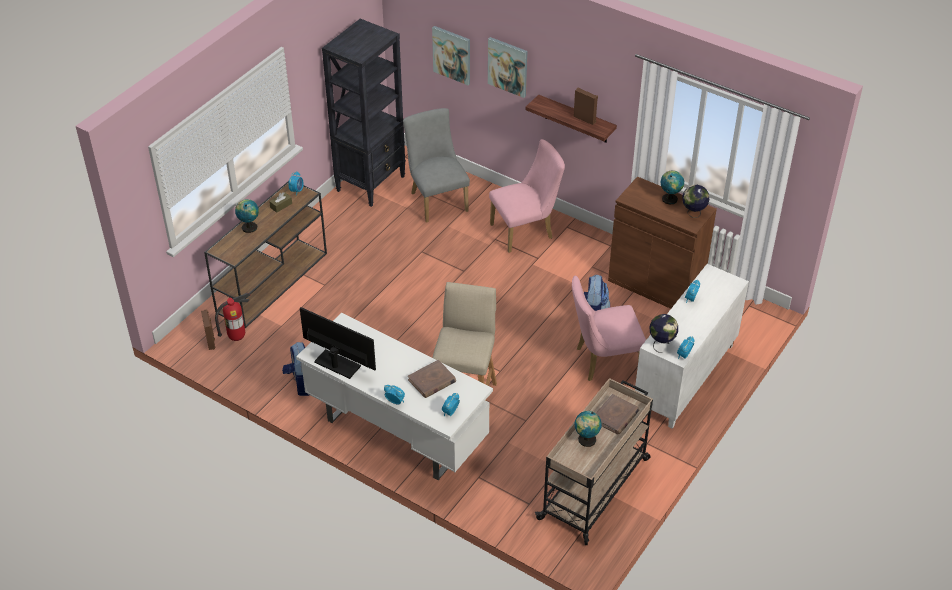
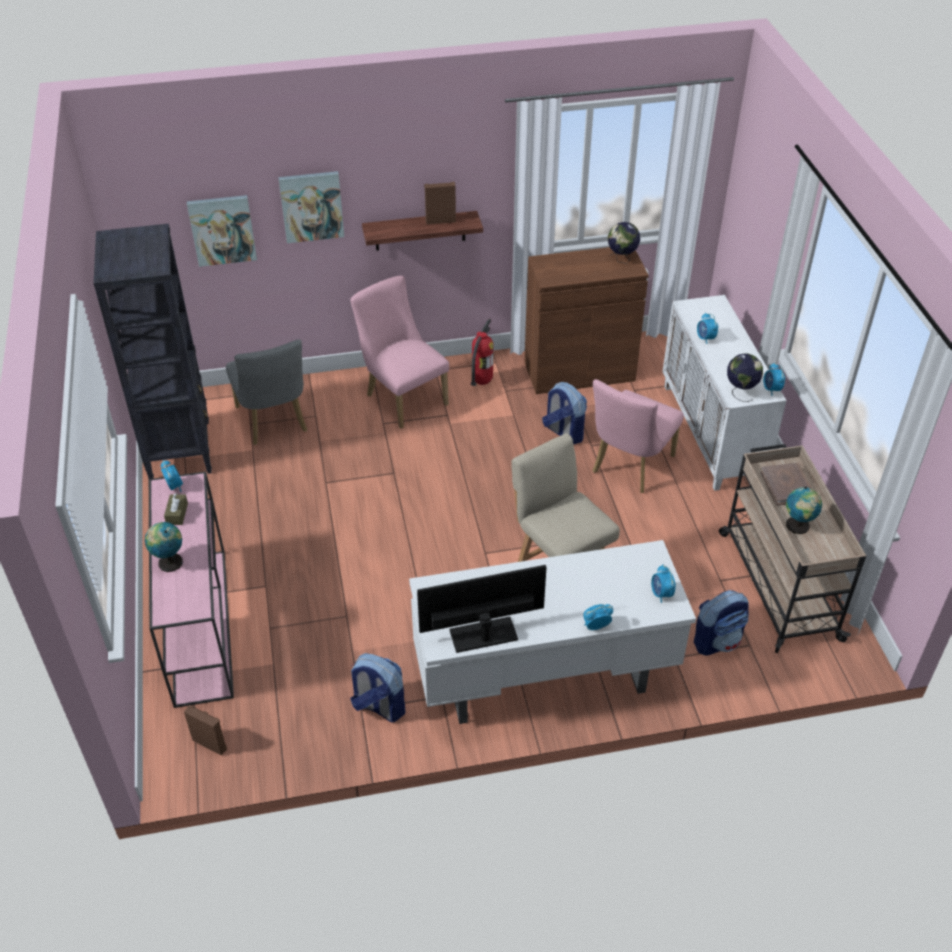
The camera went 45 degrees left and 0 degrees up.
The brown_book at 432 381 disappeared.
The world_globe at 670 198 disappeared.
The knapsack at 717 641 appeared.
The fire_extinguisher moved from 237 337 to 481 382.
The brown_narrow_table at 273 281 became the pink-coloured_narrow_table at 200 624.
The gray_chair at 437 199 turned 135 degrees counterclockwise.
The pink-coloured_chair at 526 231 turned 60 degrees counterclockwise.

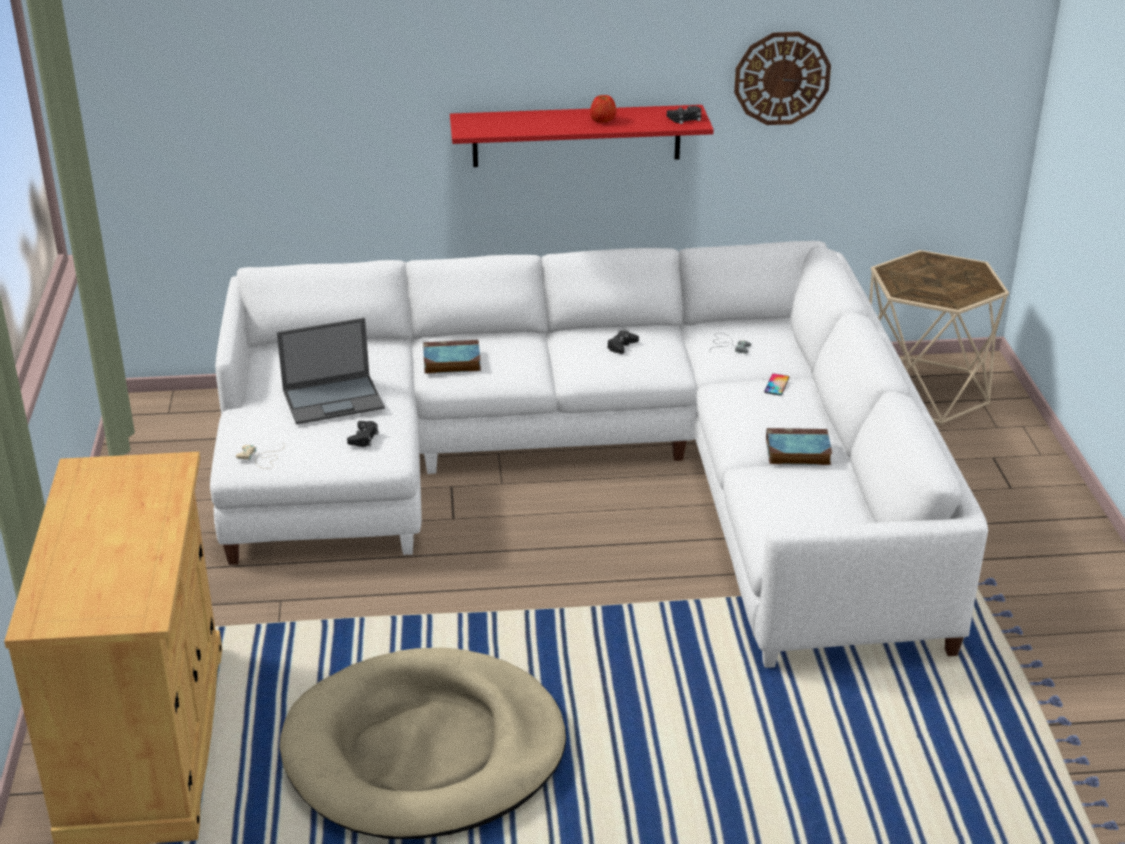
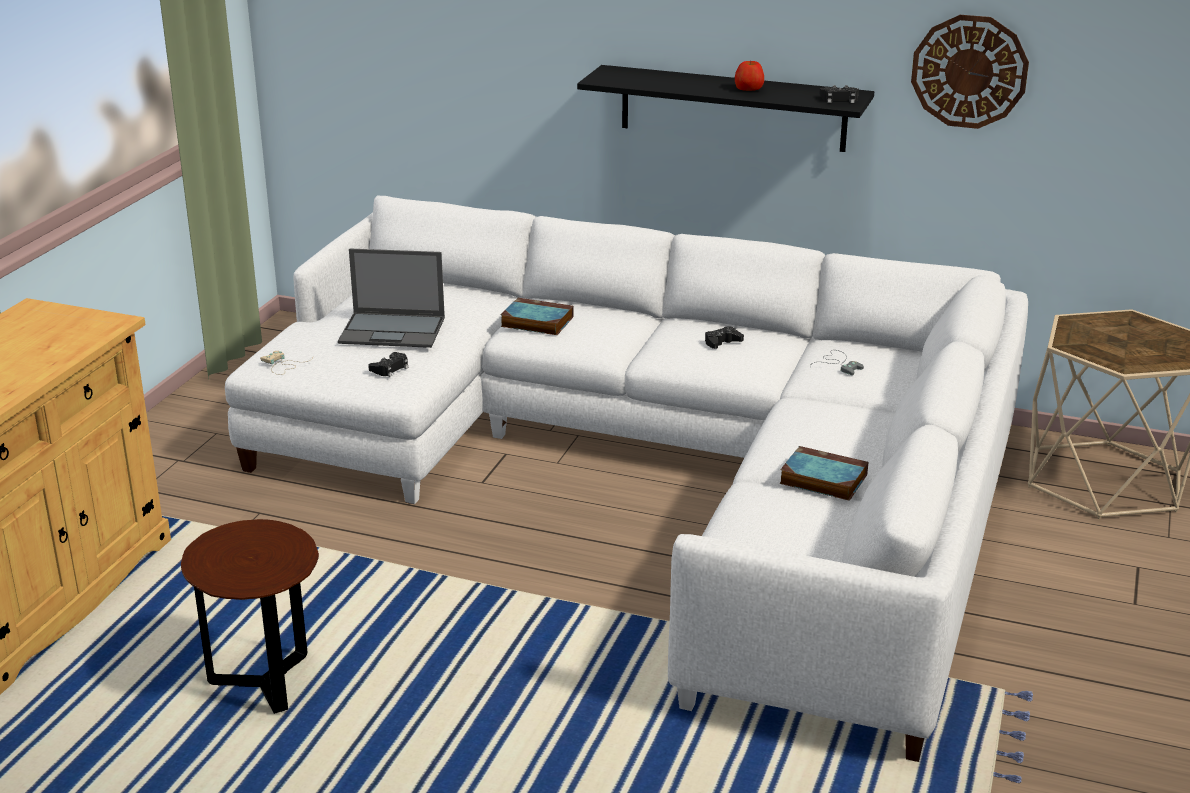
The camera went 25 degrees right and 5 degrees down.
The handset at 776 385 disappeared.
The beige-coloured_dog_bed at 424 751 was replaced by the brown_accent_table at 265 684.
The red-coloured_wall_shelf at 576 135 became the blackish_wall_shelf at 732 108.

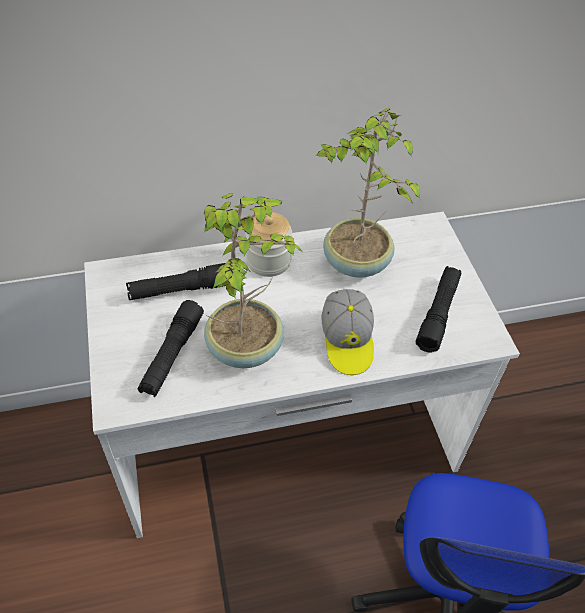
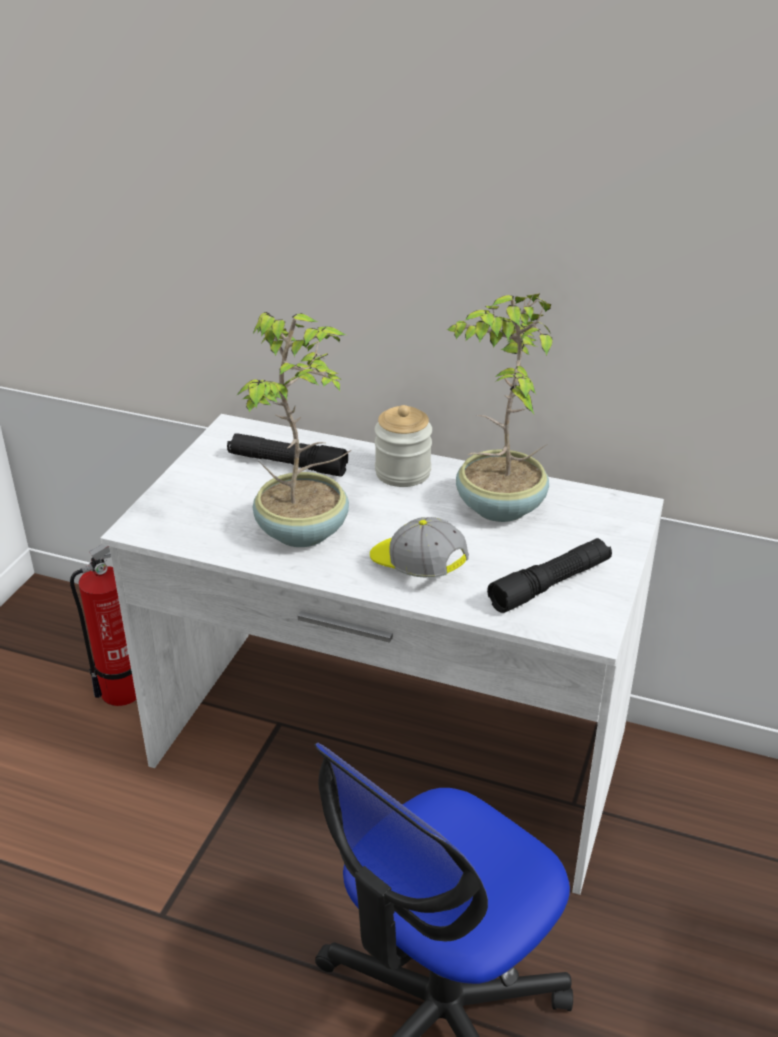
The camera went 35 degrees right and 15 degrees down.
The blackish_torch at 172 355 disappeared.
The fire_extinguisher at 127 688 appeared.
The cap at 347 340 turned 105 degrees clockwise.

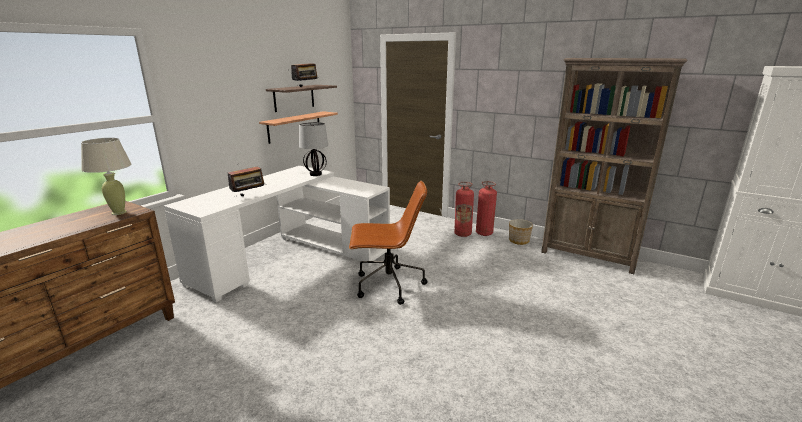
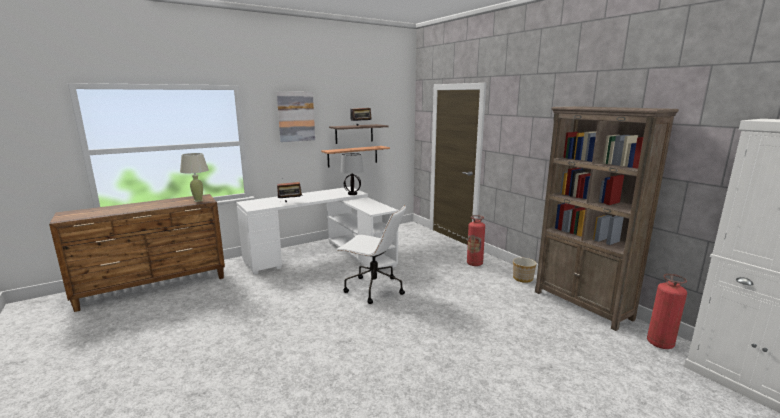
The camera went 25 degrees right and 5 degrees down.
The wall_picture at 296 116 appeared.
The fire_extinguisher moved from 484 233 to 660 343.
The brown_desk_chair at 387 285 became the whitish_desk_chair at 373 289.

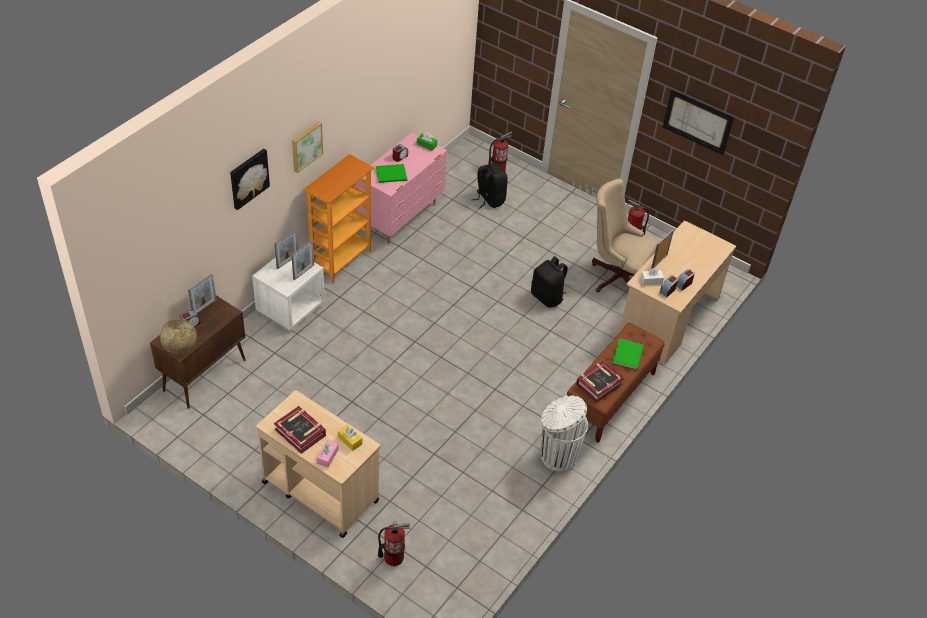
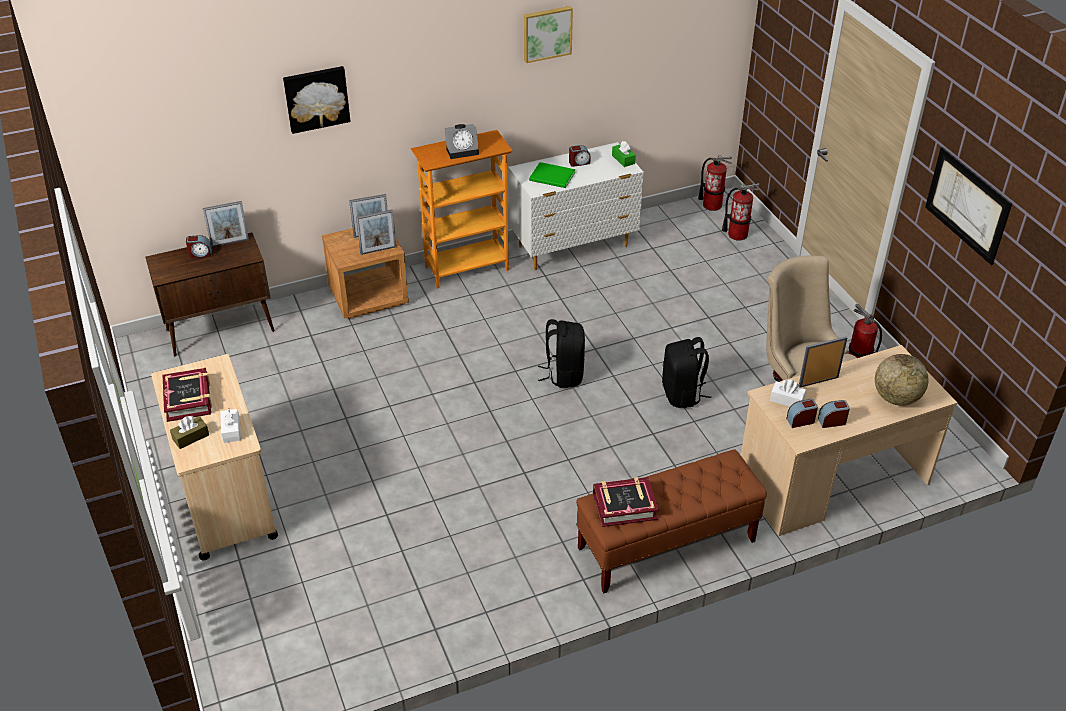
The camera went 35 degrees right and 5 degrees down.
The whitish_trash_can at 557 456 disappeared.
The green_book at 629 354 disappeared.
The alarm_clock at 463 150 appeared.
The world_globe moved from 180 348 to 896 398.
The wall_picture moved from 306 146 to 547 33.
The fire_extinguisher moved from 393 557 to 712 205.
The blackish_knapsack moved from 489 199 to 564 374.
The whitish_night_table at 290 307 became the brown_night_table at 369 296.
The pink-coloured_tissue_box at 327 456 became the brown_tissue_box at 191 437.
The yellowish_tissue_box at 350 440 became the whitish_tissue_box at 231 430.
The pink-coloured_drawer_chest at 401 217 became the whitish_drawer_chest at 574 247.

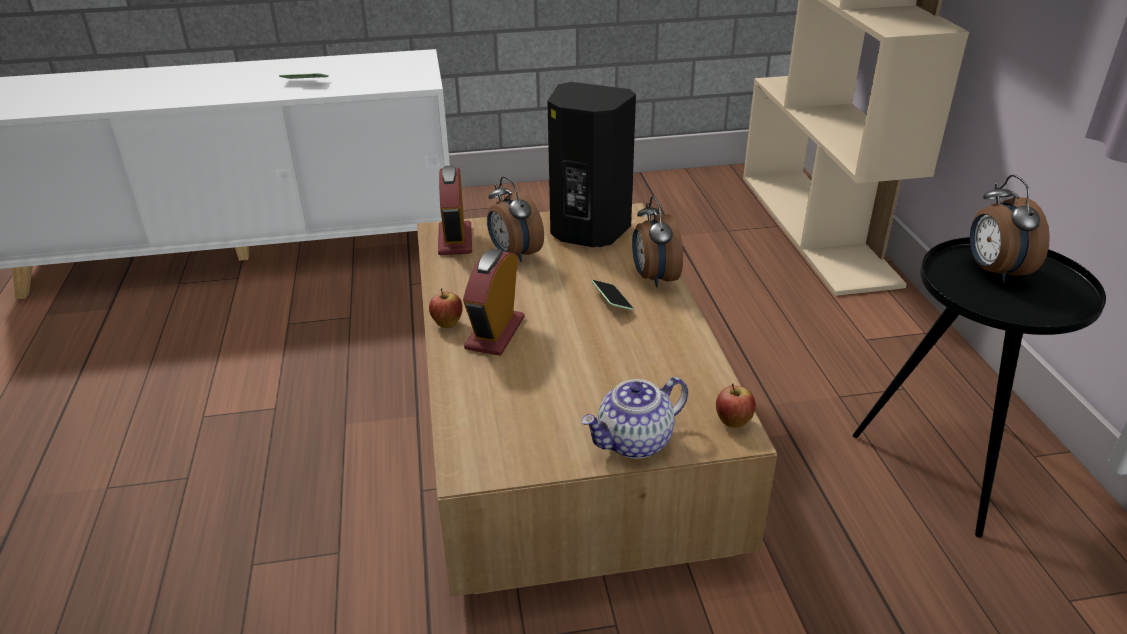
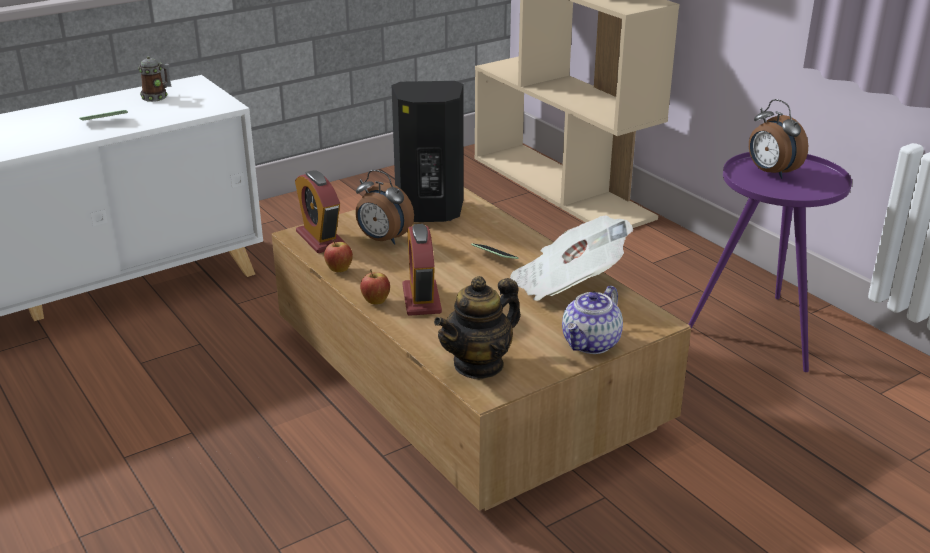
The camera went 25 degrees left and 5 degrees down.
The alarm_clock at 653 278 disappeared.
The mug at 157 97 appeared.
The tea_pot at 479 364 appeared.
The newspaper at 567 284 appeared.
The apple moved from 733 423 to 339 270.
The blackish_accent_table at 951 461 became the purplish_accent_table at 761 330.

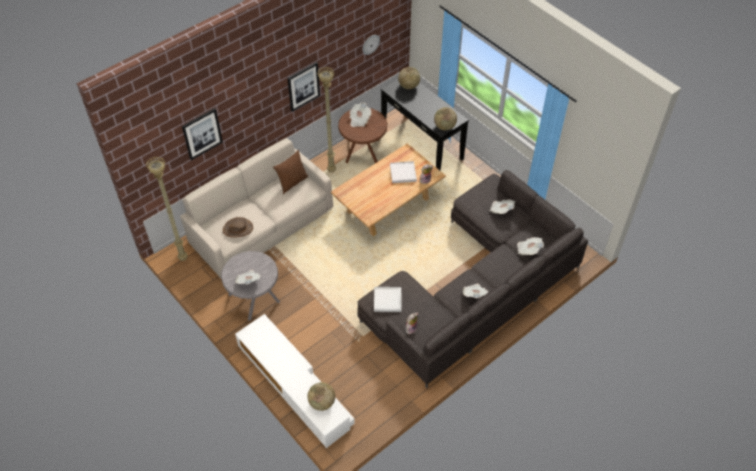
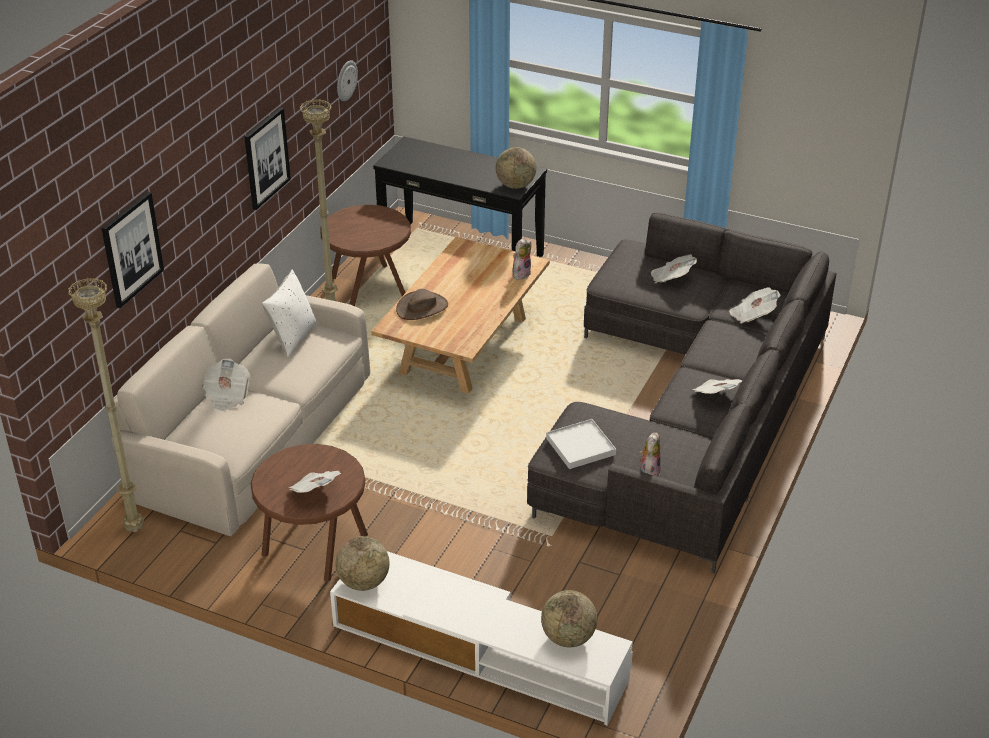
The camera went 25 degrees left and 15 degrees down.
The whitish_carrying_tray at 403 173 disappeared.
The brown_wearable_hat moved from 238 229 to 422 307.
The newspaper moved from 359 120 to 227 396.
The world_globe moved from 408 86 to 363 582.
The gray_accent_table at 254 298 became the brown_accent_table at 314 545.
The brown_pillow at 292 182 became the whitish_pillow at 292 337.

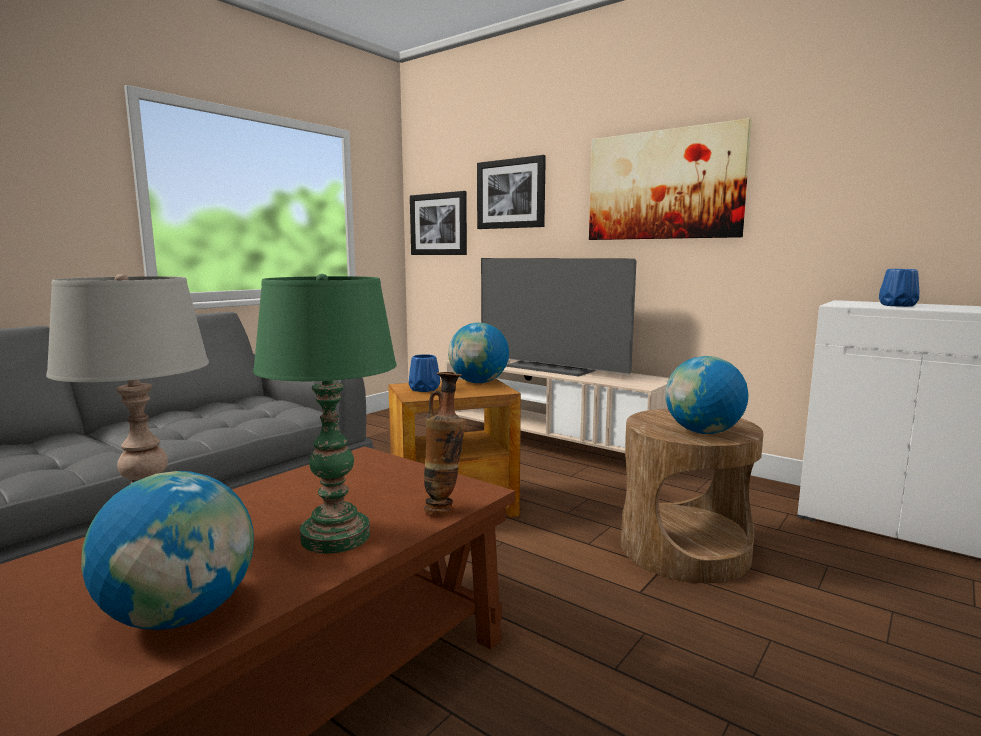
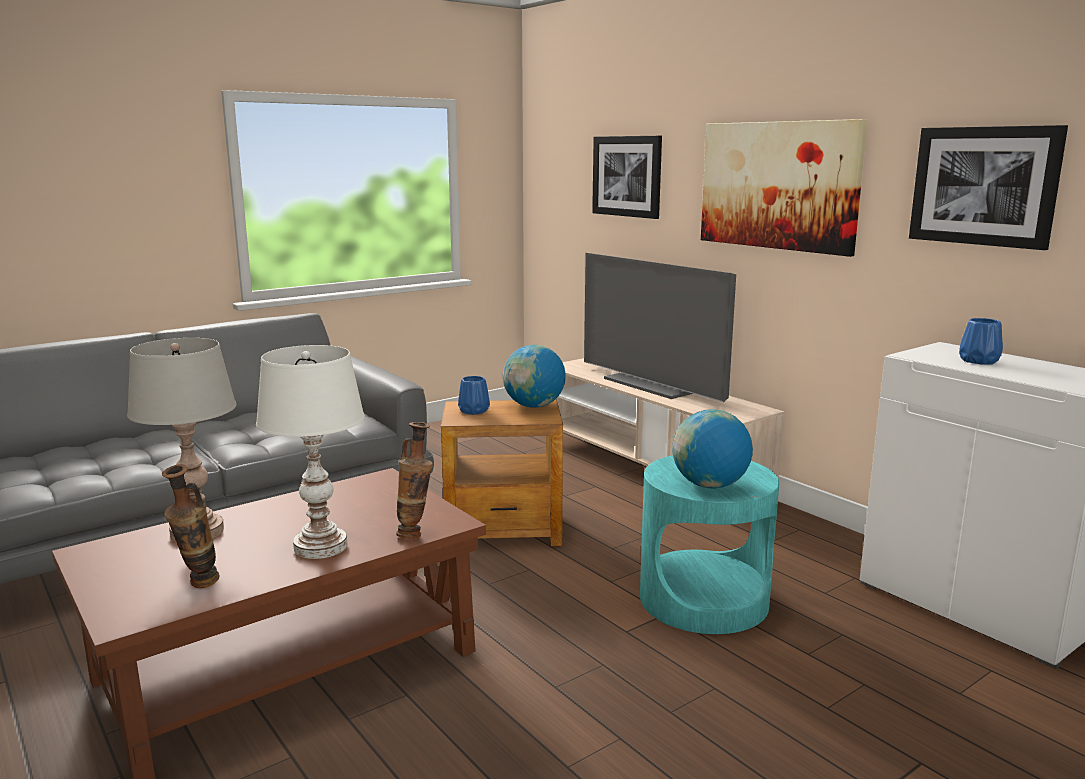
The camera went 15 degrees right and 5 degrees up.
The wall_picture moved from 438 224 to 984 186.
The world_globe at 180 615 was replaced by the flower_vase at 198 586.
The green_table_lamp at 336 536 became the whitish_table_lamp at 321 546.
The brown_accent_table at 684 549 became the turquoise-coloured_accent_table at 703 599.

